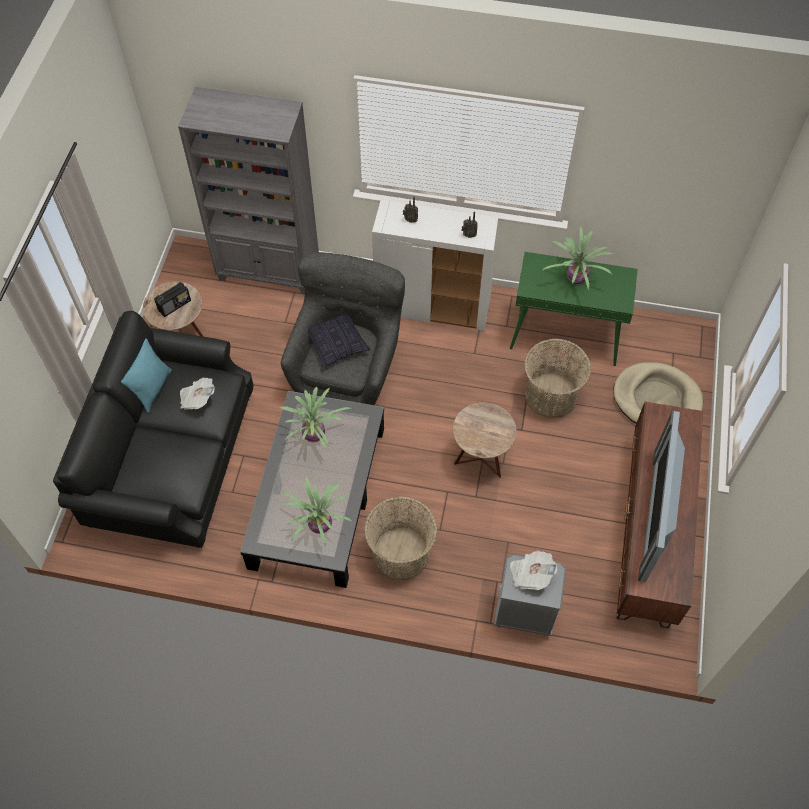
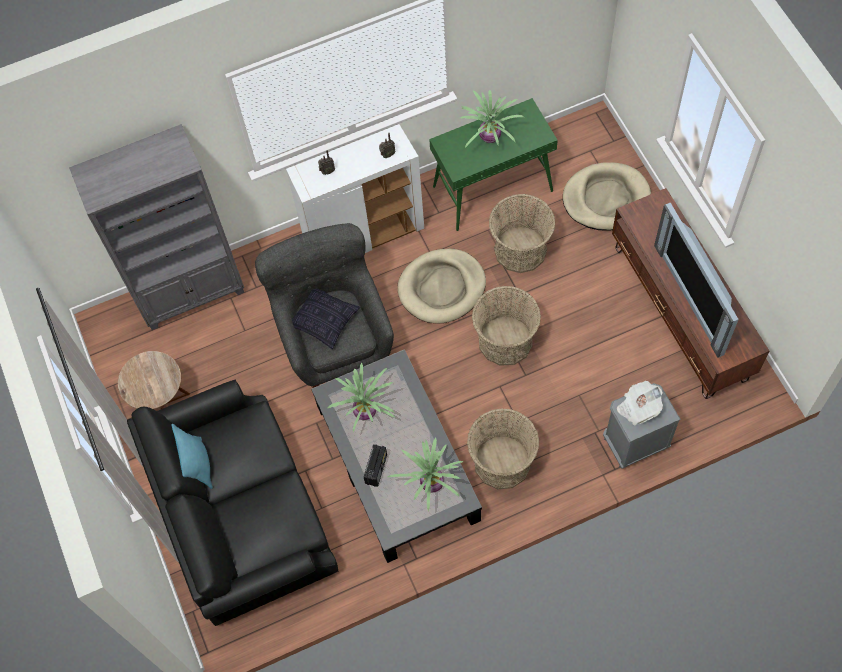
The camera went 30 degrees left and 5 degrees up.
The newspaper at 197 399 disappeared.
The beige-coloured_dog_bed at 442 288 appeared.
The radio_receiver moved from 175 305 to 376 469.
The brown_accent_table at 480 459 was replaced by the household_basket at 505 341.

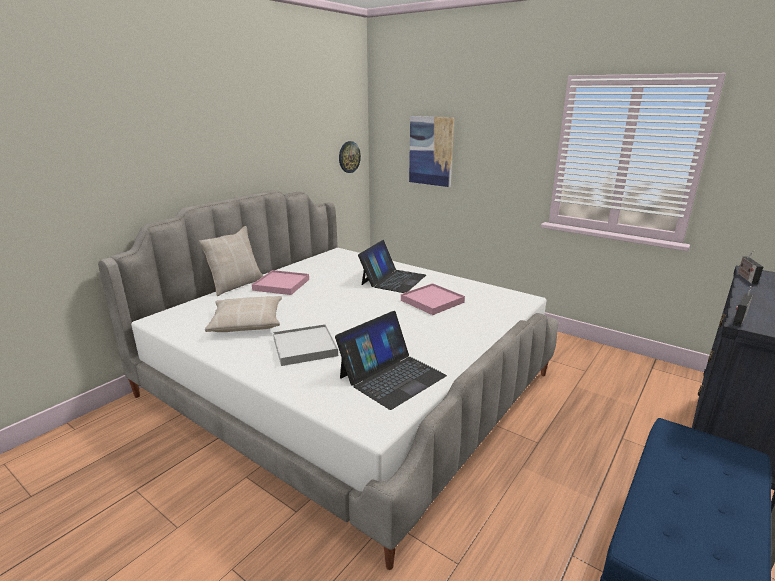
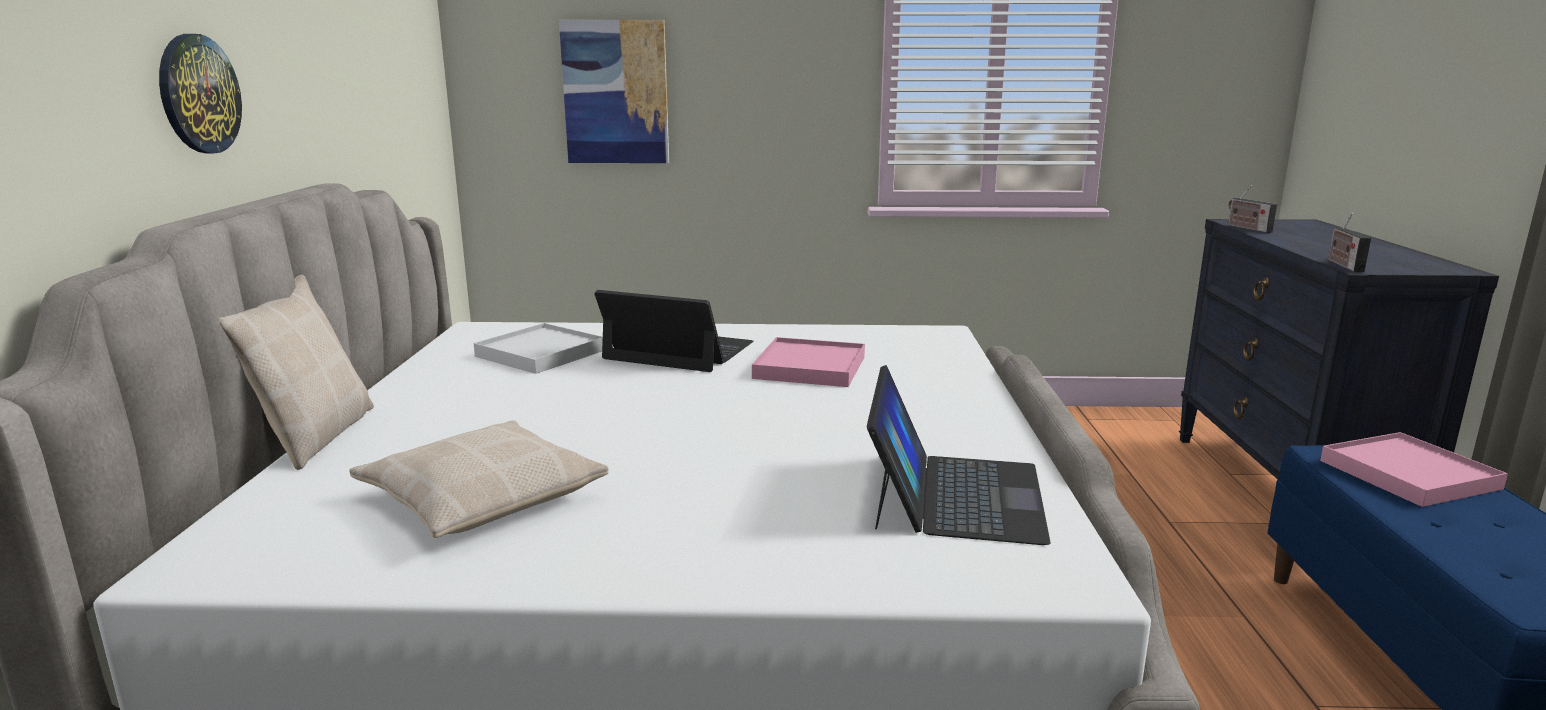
The camera went 35 degrees left and 5 degrees down.
The pink-coloured_carrying_tray moved from 281 285 to 1408 474.
The whitish_carrying_tray moved from 304 347 to 540 353.
The wall_clock moved from 349 157 to 198 94.
The laptop at 393 280 turned 60 degrees counterclockwise.

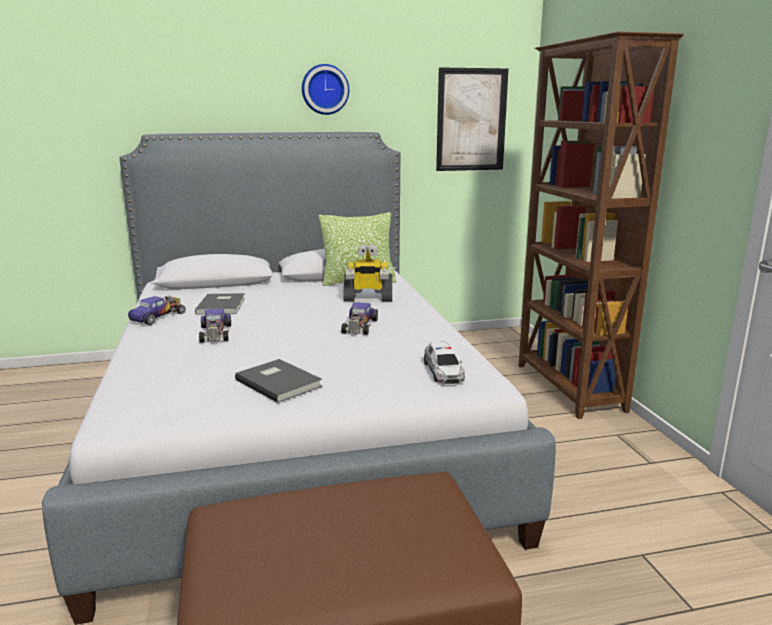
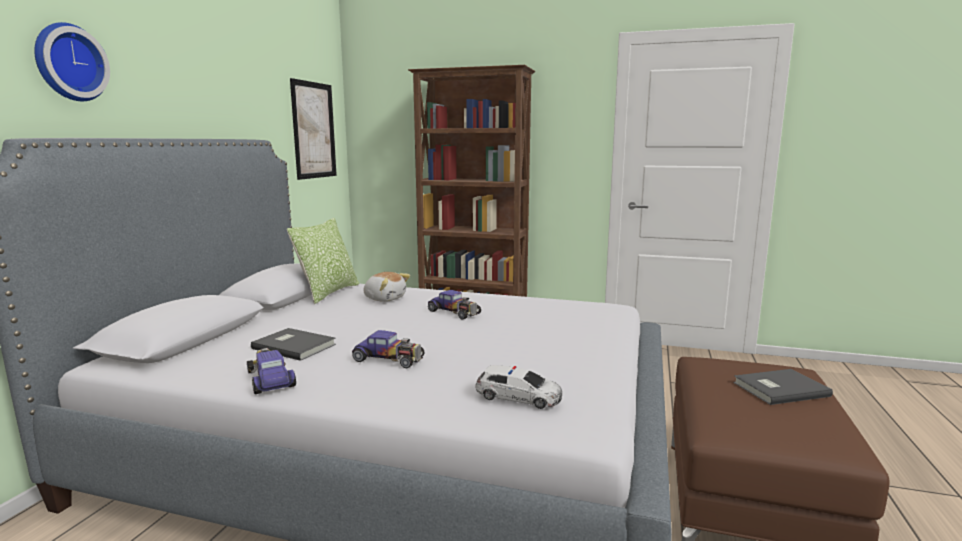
The camera went 60 degrees left and 5 degrees down.
The gray_book moved from 279 382 to 778 388.
The wall_clock moved from 325 89 to 68 63.
The miniature_car moved from 443 371 to 519 397.
The toy_robot at 368 298 was replaced by the soft_toy at 385 298.

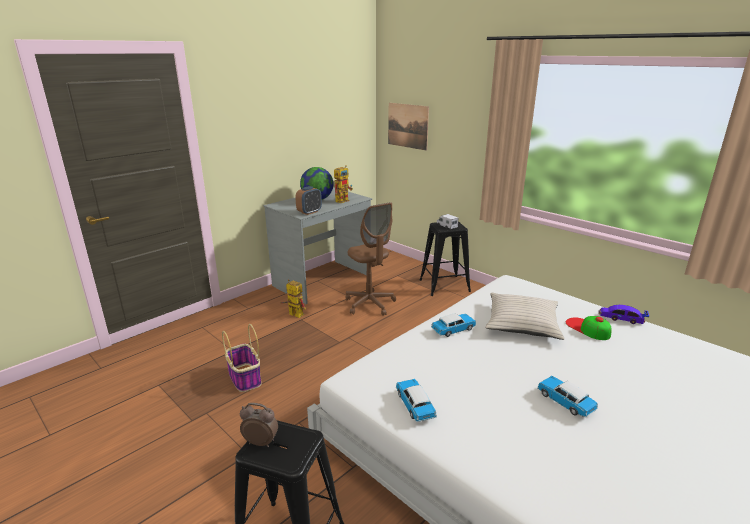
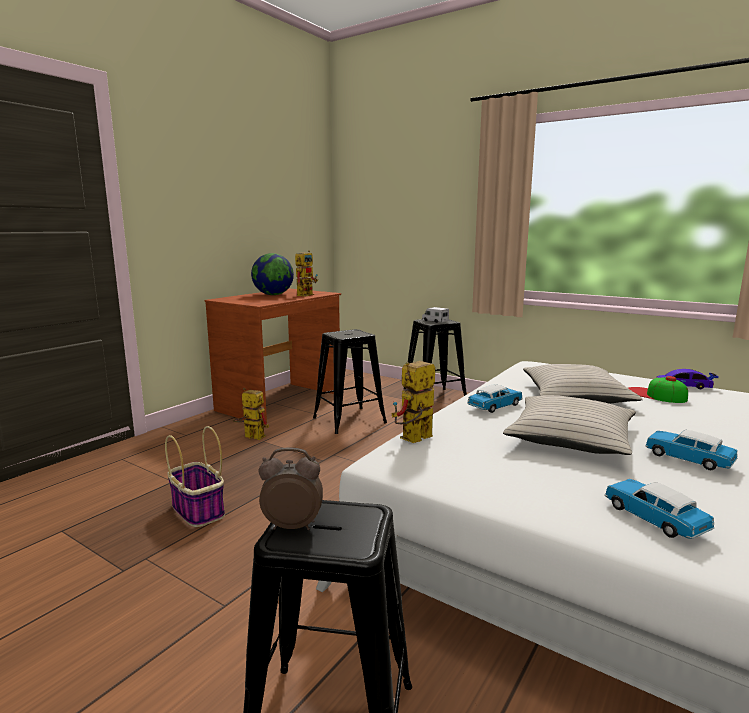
The camera went 10 degrees left and 10 degrees down.
The alarm_clock at 309 212 disappeared.
The wall_picture at 407 126 disappeared.
The toy_robot at 413 440 appeared.
The beige-coloured_pillow at 570 438 appeared.
The miniature_car moved from 414 405 to 654 519.
The brown_desk_chair at 370 304 was replaced by the blackish_stool at 349 420.
The gray_desk at 323 281 became the brown_desk at 281 403.

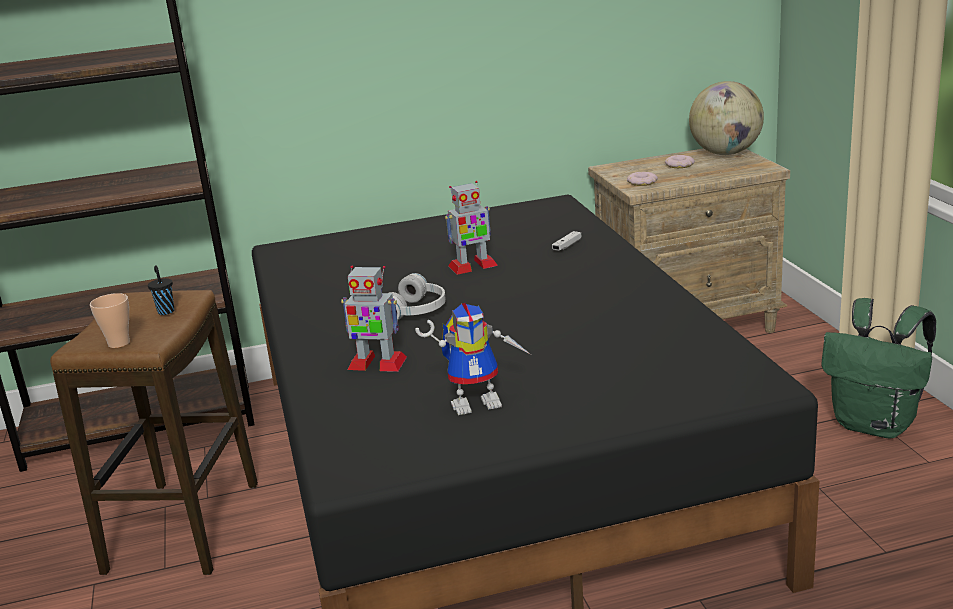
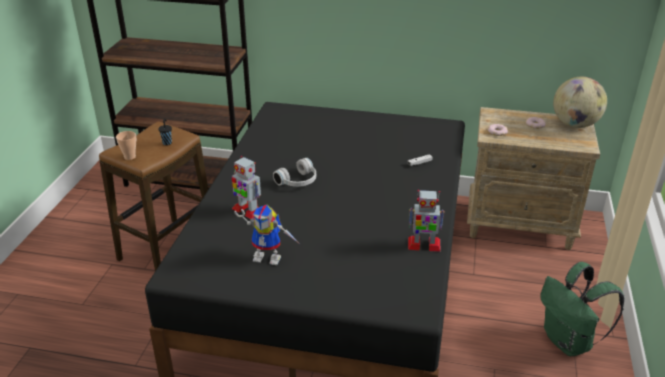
The camera went 25 degrees right and 10 degrees up.
The toy_robot moved from 472 266 to 423 244.

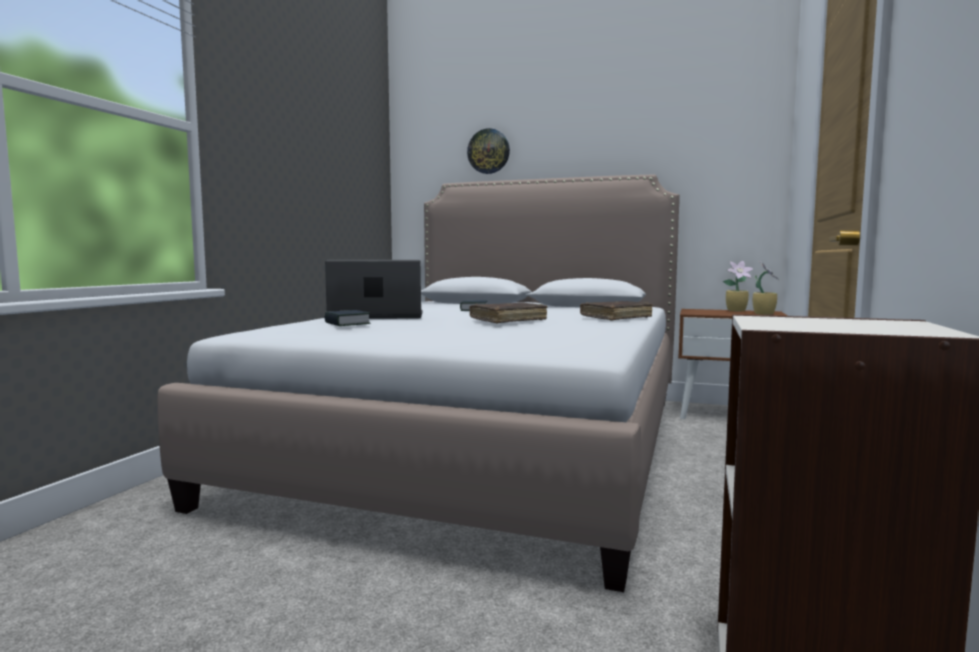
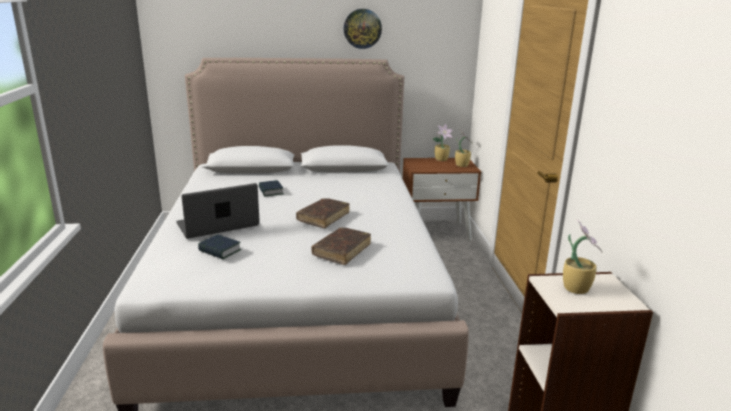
The camera went 25 degrees left and 15 degrees up.
The potted_plant at 576 288 appeared.
The wall_clock moved from 488 151 to 362 28.
The brown_book moved from 616 318 to 342 251.

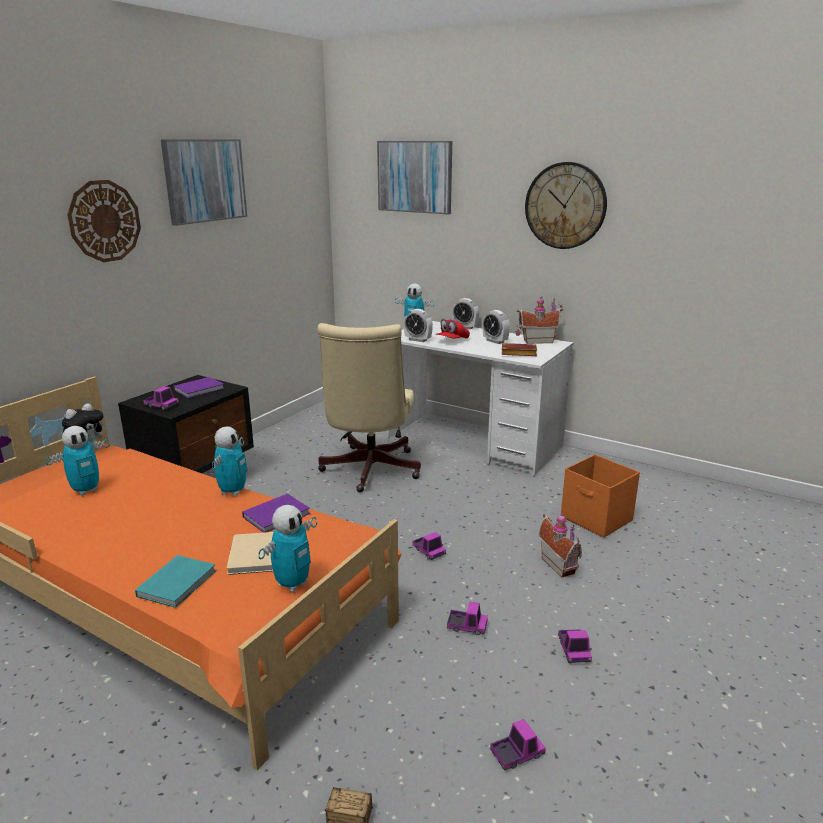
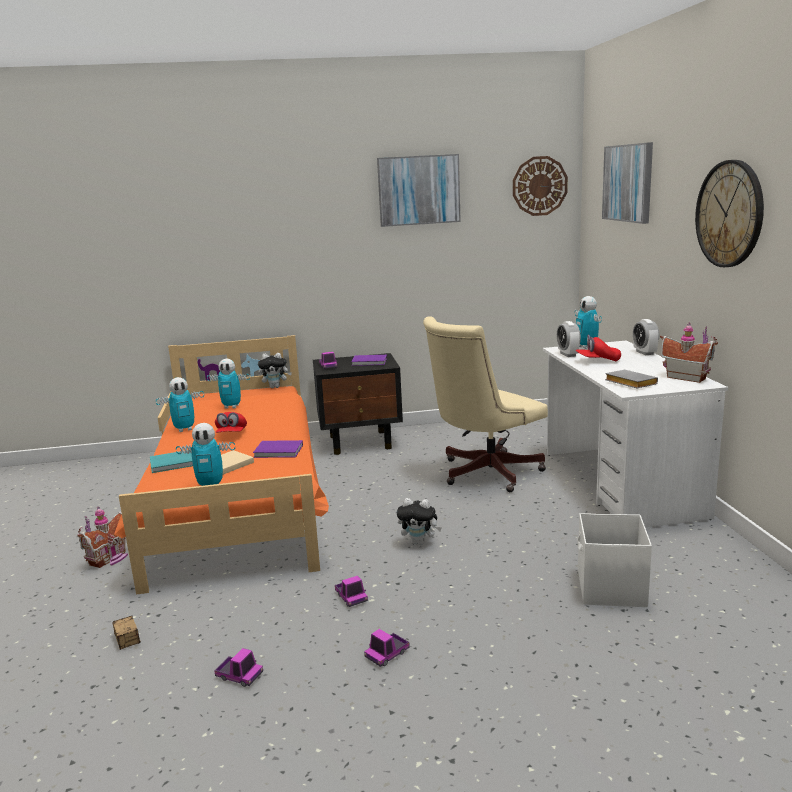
The camera went 50 degrees right and 5 degrees down.
The alarm_clock at 495 341 disappeared.
The red-coloured_cap at 231 434 appeared.
The wall_clock moved from 104 221 to 539 186.
The toy_robot moved from 233 491 to 184 429.
The model_house moved from 560 564 to 110 559.
The model_truck at 429 551 was replaced by the soft_toy at 419 542.
The brown_book at 517 354 became the gray_book at 628 383.
The orangey_storage_box at 597 519 became the whitish_storage_box at 610 589.

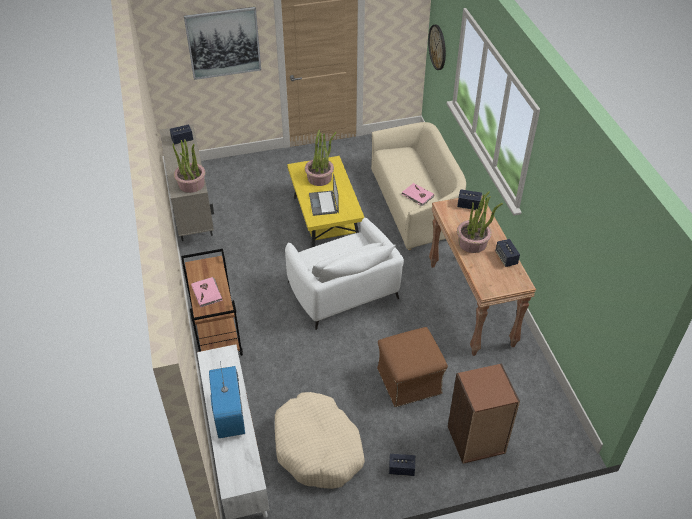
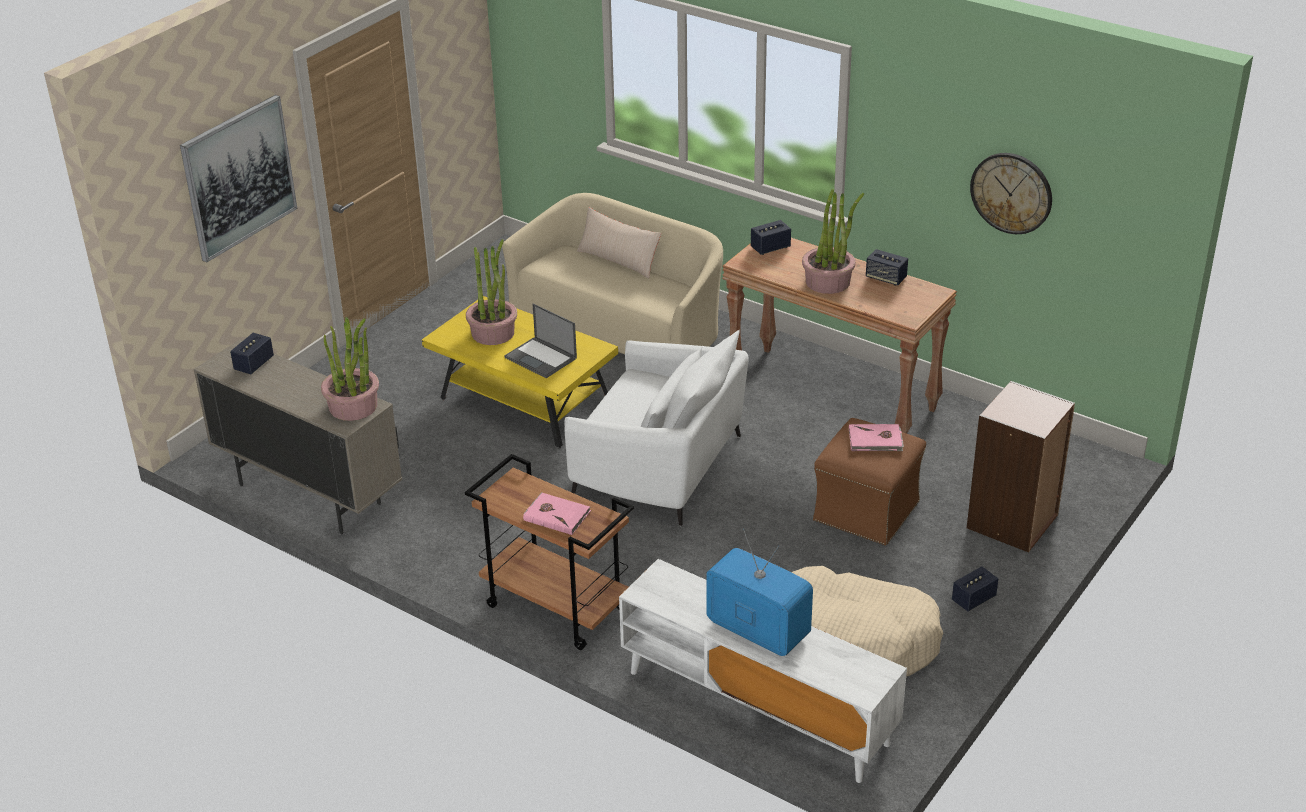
The camera went 40 degrees left and 10 degrees down.
The beige-coloured_pillow at 618 260 appeared.
The pink-coloured_book moved from 417 196 to 875 440.
The wall_clock moved from 437 47 to 1011 193.

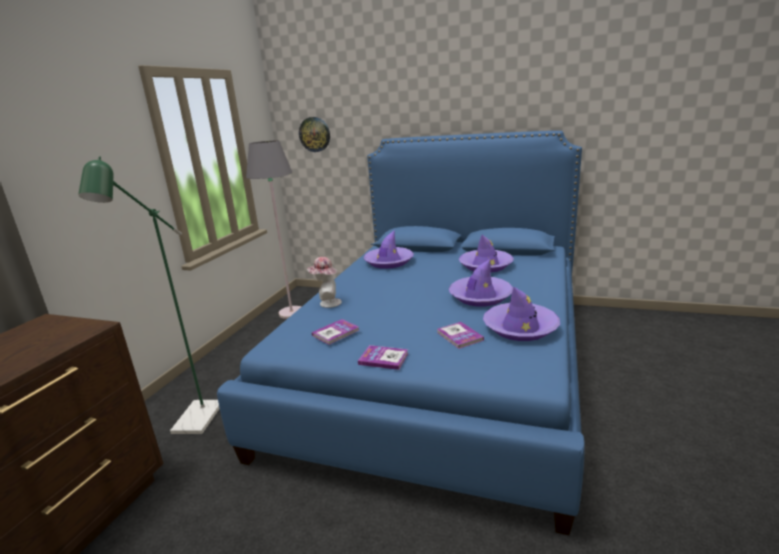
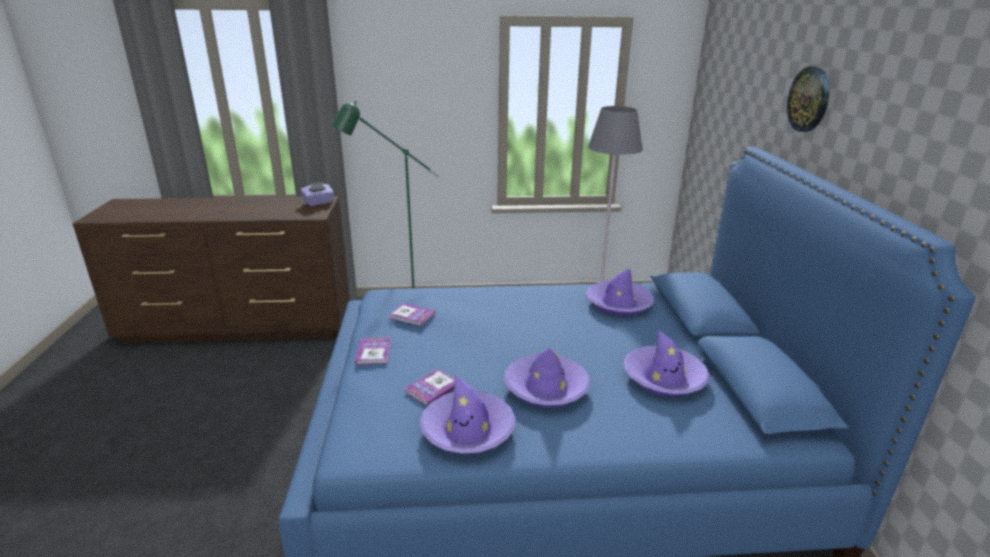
The camera went 65 degrees right and 5 degrees up.
The wearable_hat at 327 303 disappeared.
The purplish_tissue_box at 318 203 appeared.
The wall_clock moved from 314 134 to 809 99.

